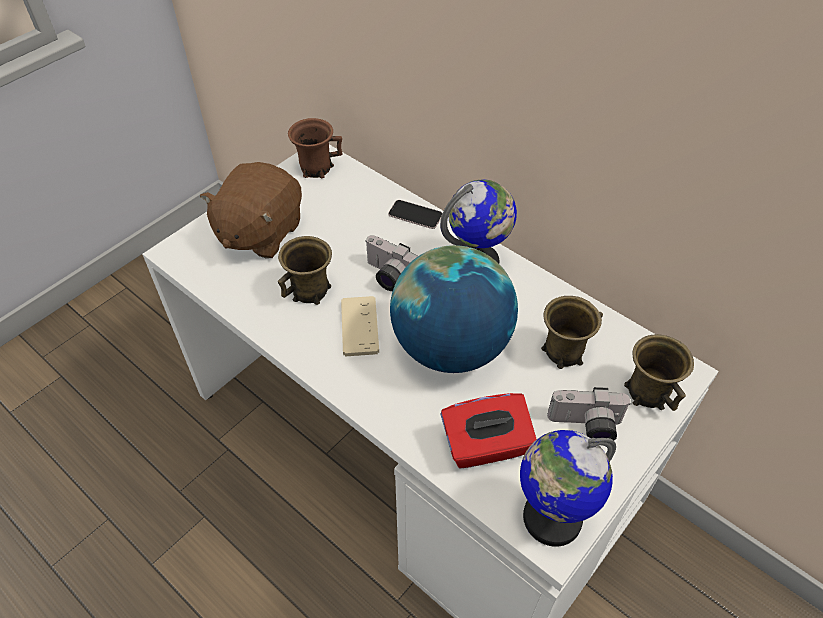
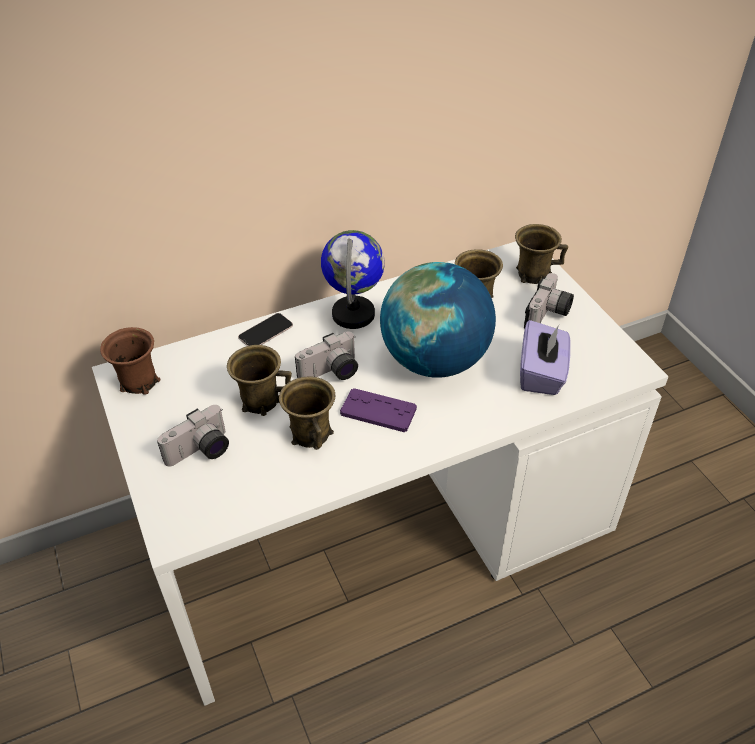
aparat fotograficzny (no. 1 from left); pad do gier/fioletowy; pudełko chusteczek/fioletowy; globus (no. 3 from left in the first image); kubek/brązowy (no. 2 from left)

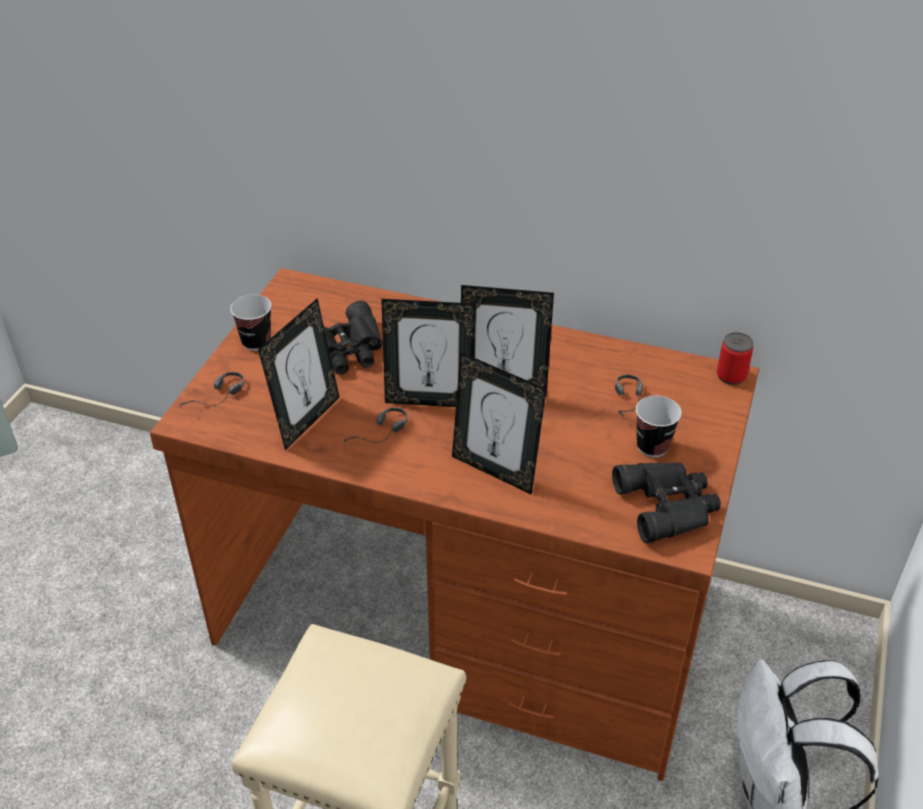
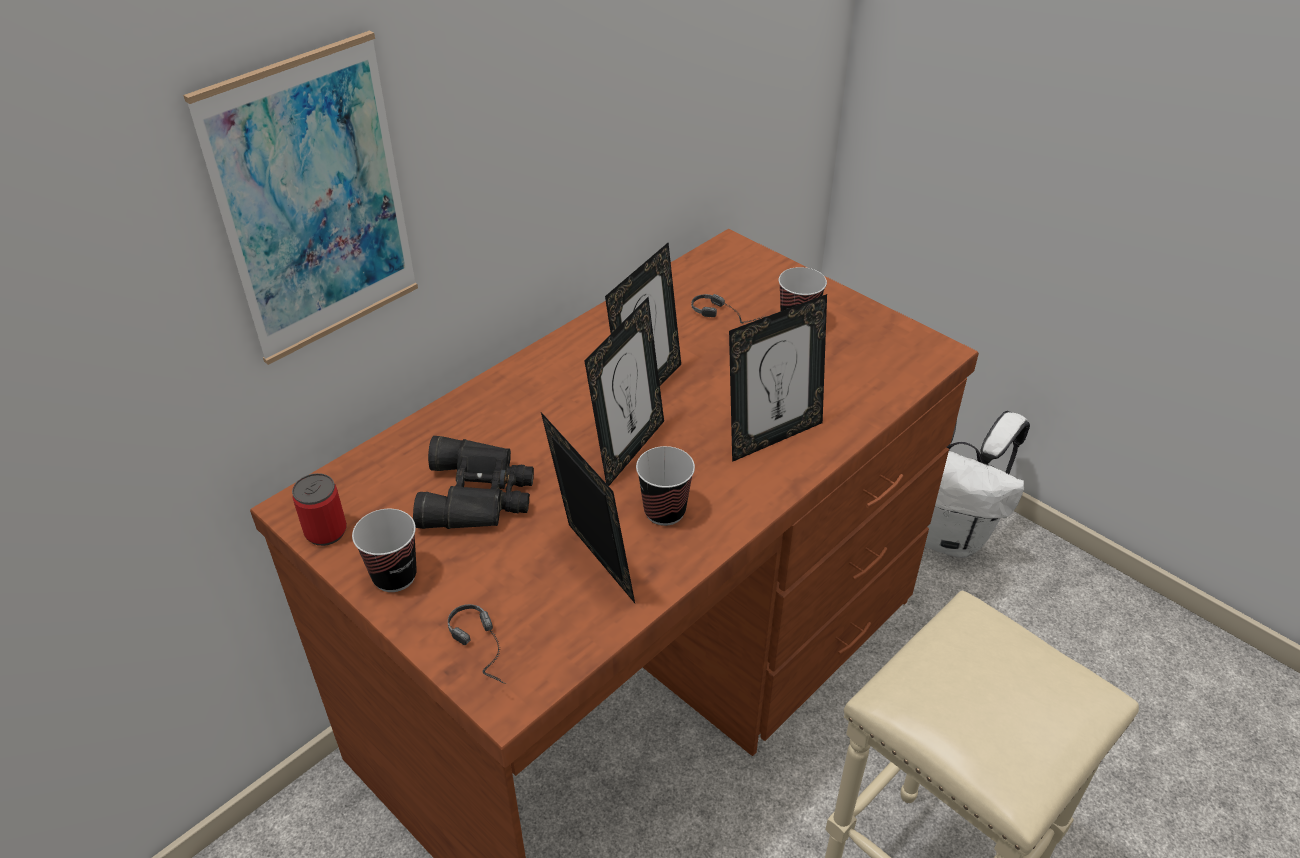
puszka; filiżanka (no. 2 from left); lornetka/czarny (no. 2 from left in the first image); obraz

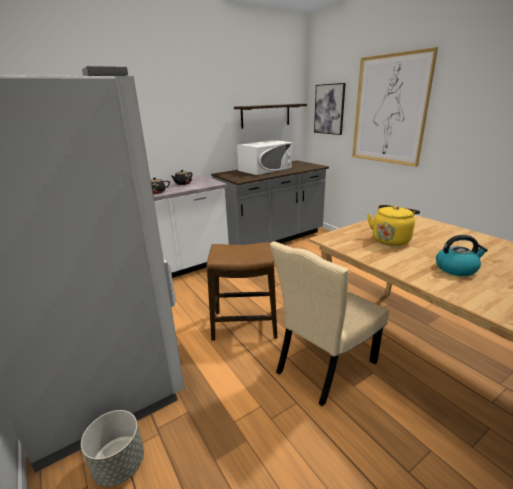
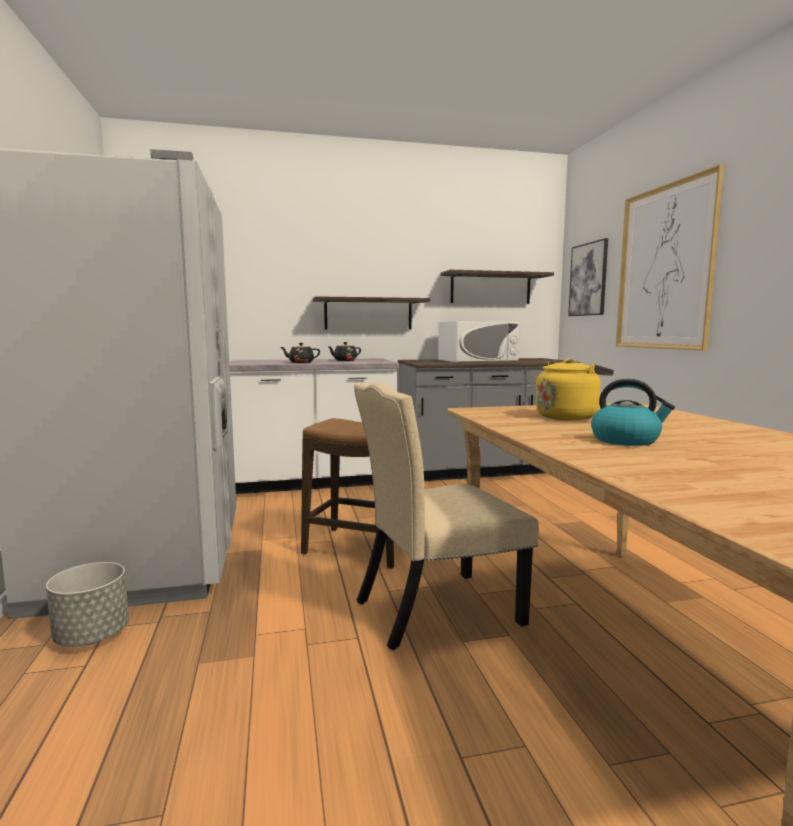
półka (no. 1 from left)

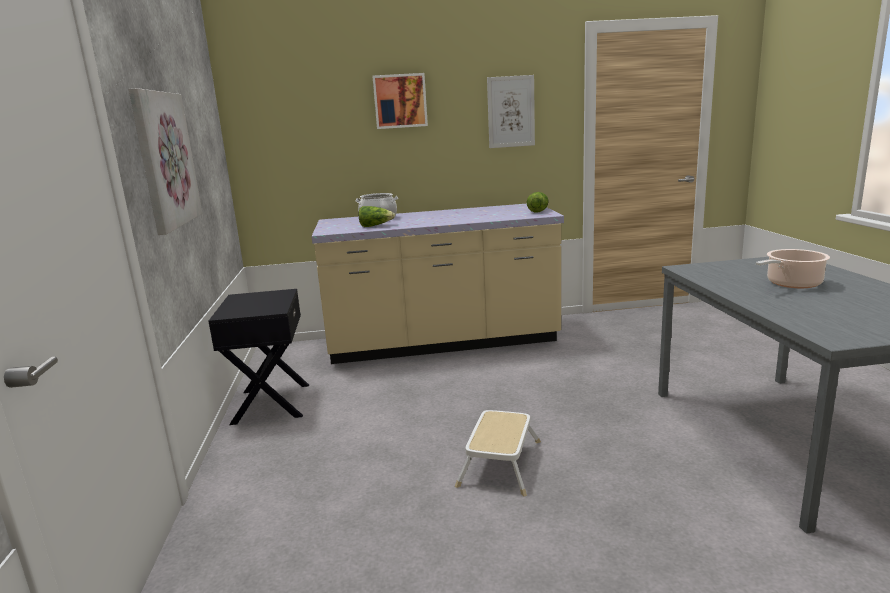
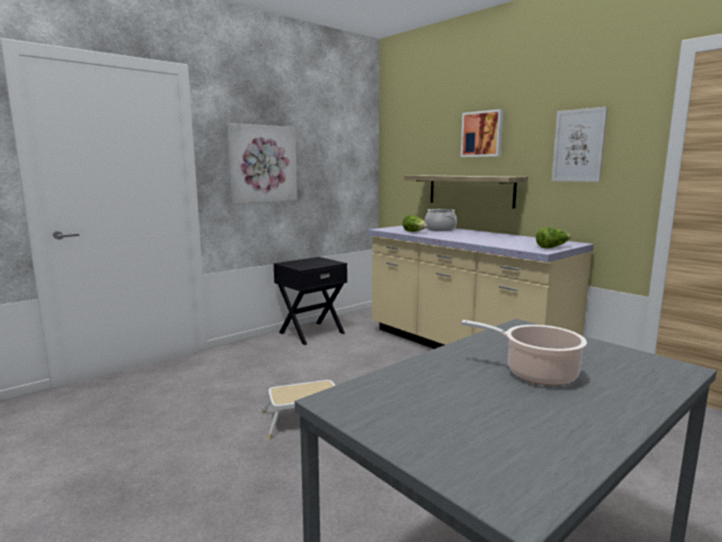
półka

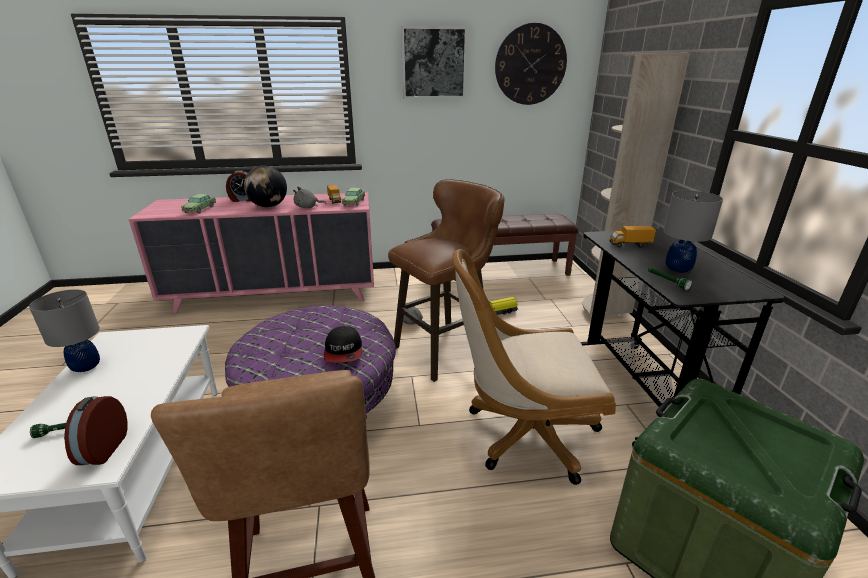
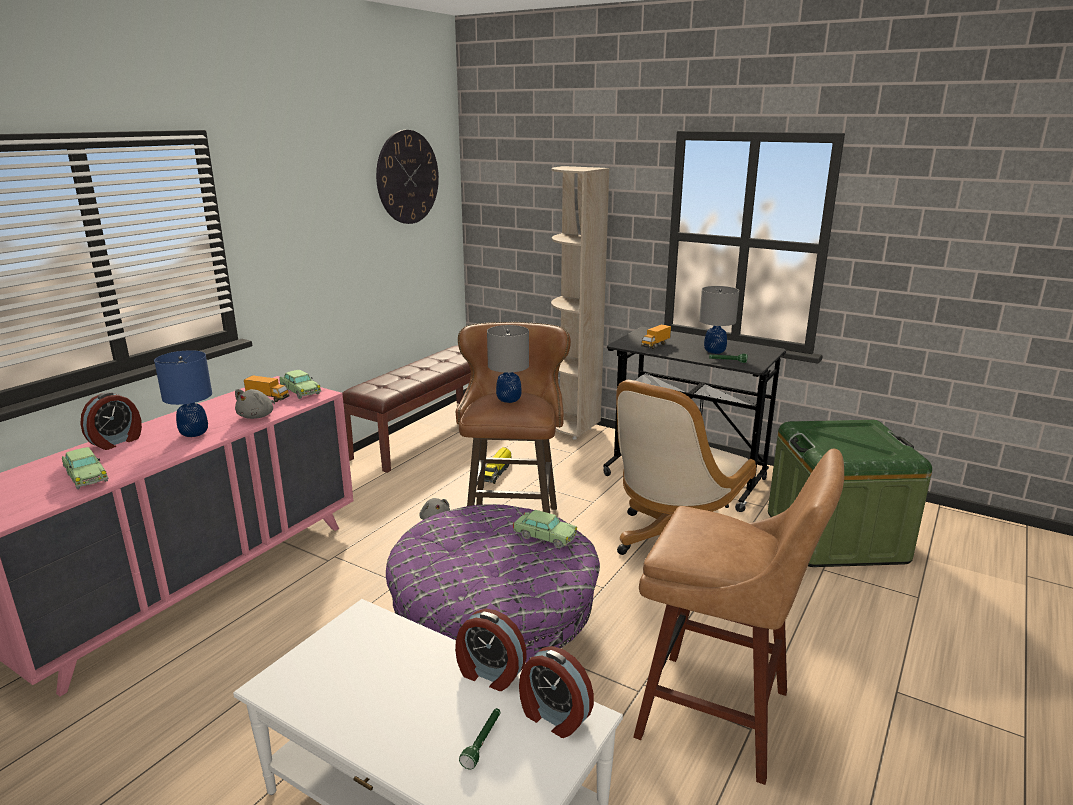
obraz; lampa stołowa/niebieski; lampa stołowa/szary (no. 1 from left); samochodzik (no. 3 from left); budzik (no. 2 from left)

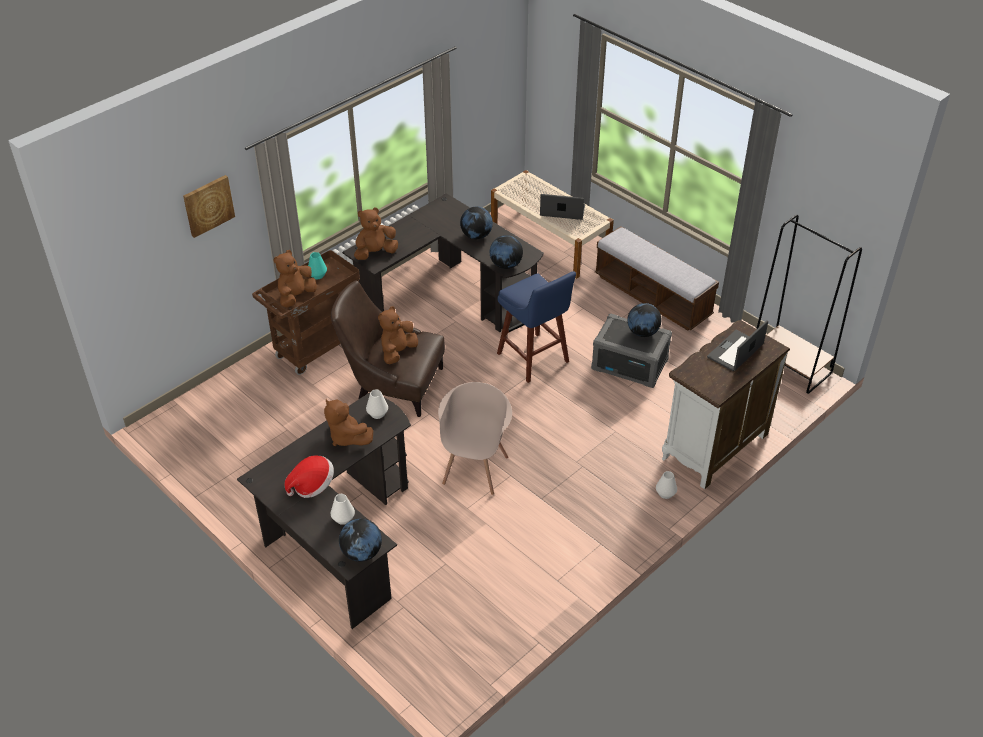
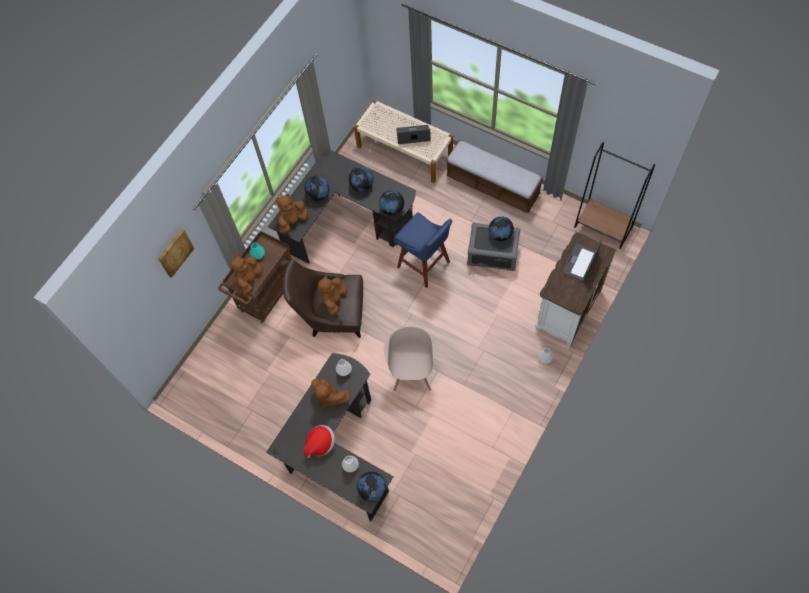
globus (no. 1 from left)

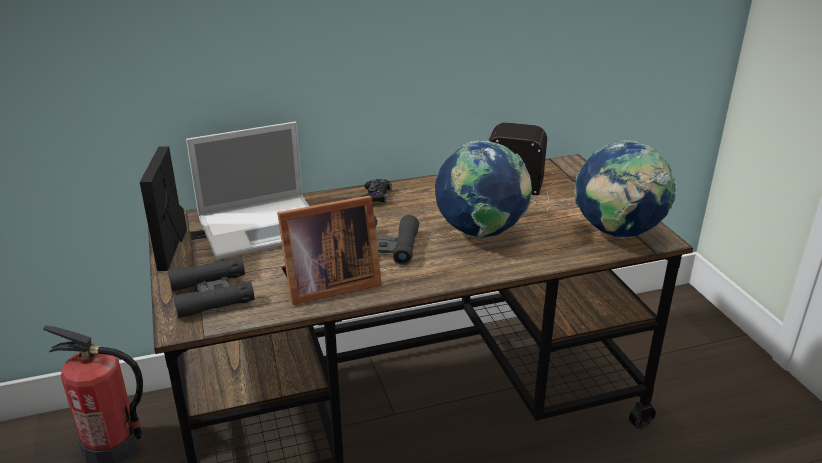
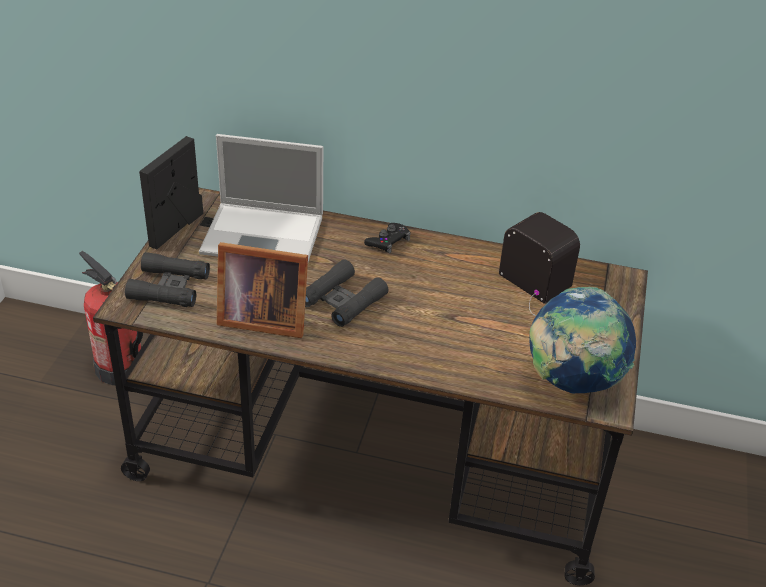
globus (no. 1 from left in the first image)

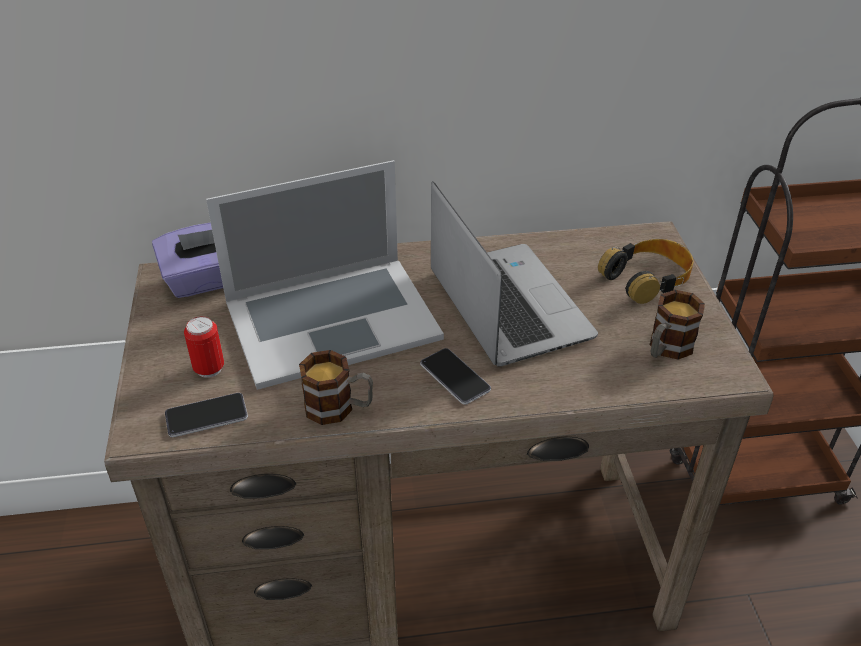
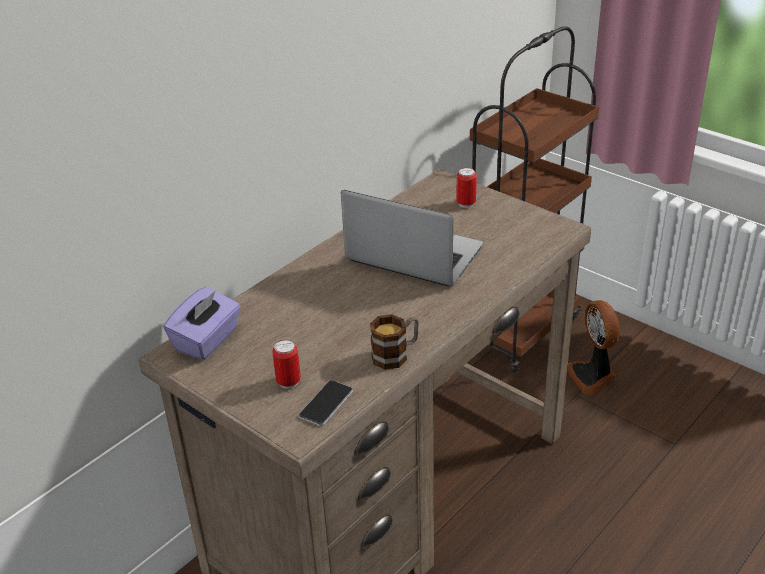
laptop (no. 1 from left in the first image); puszka (no. 2 from left); kubek (no. 2 from left in the first image); telefon (no. 2 from left in the first image); wentylator

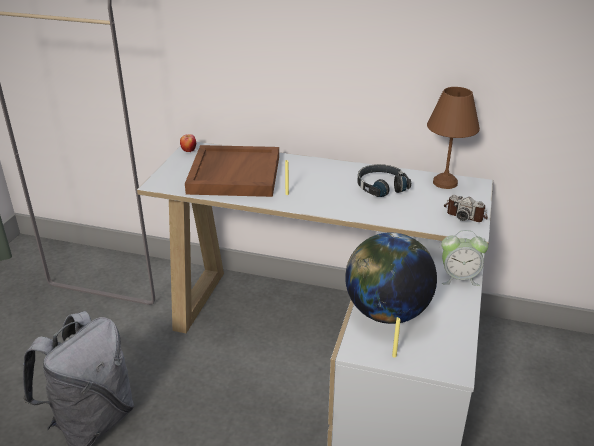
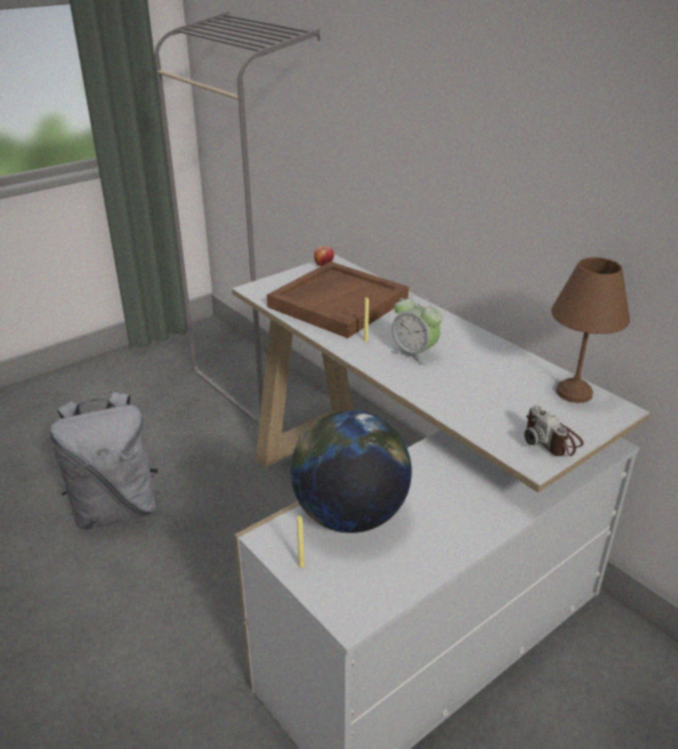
słuchawki/czarny; budzik

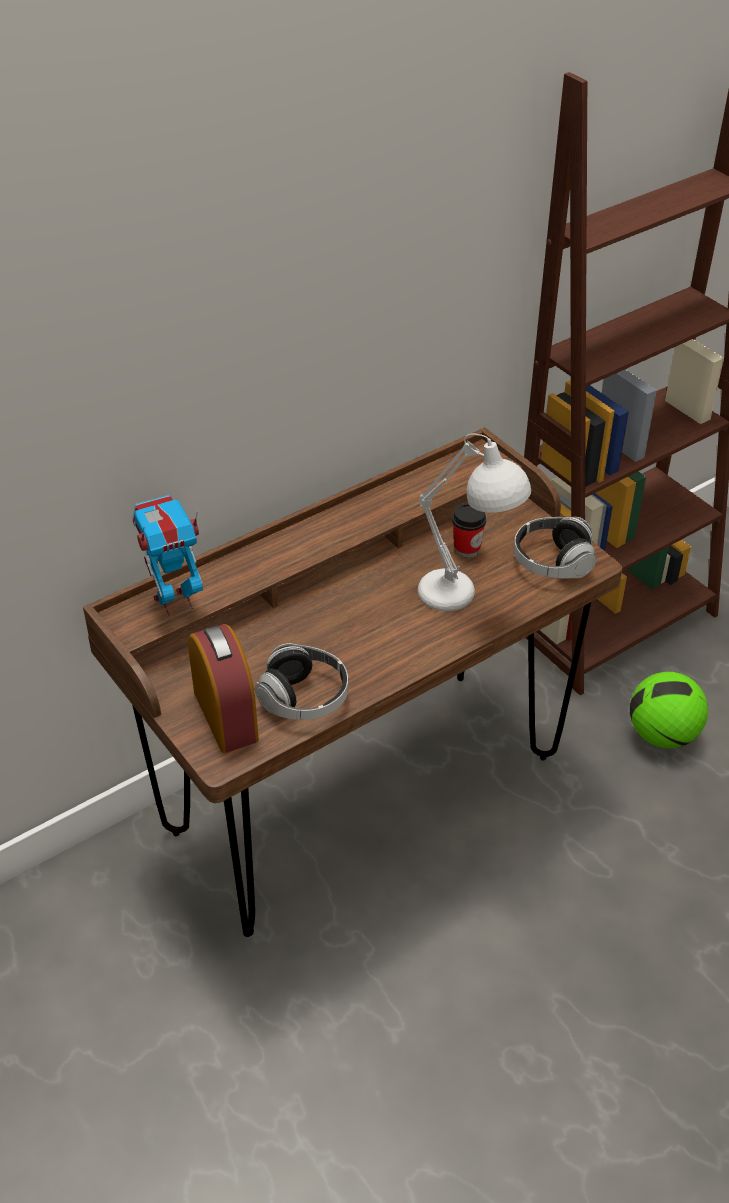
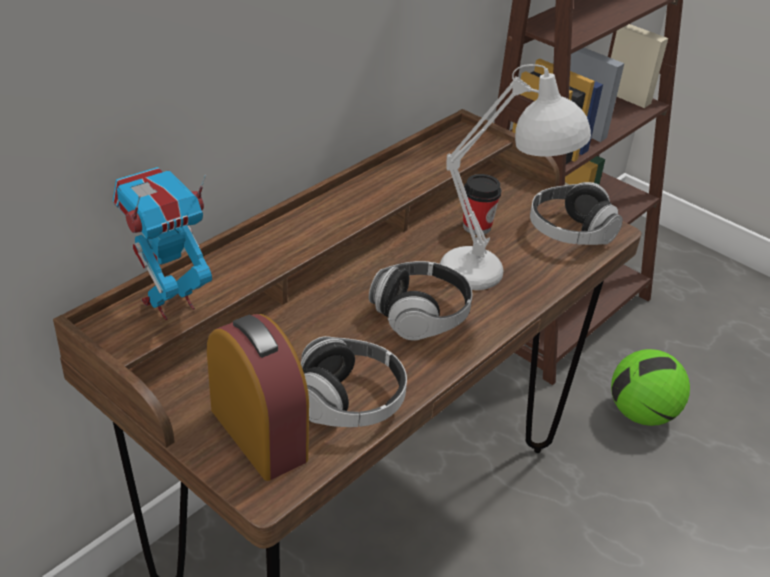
słuchawki (no. 2 from left)

